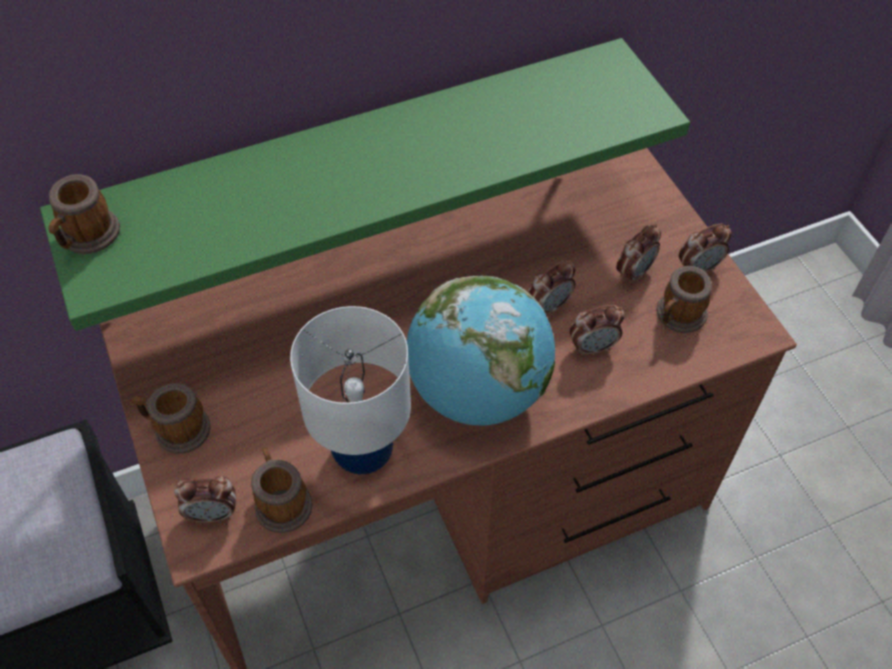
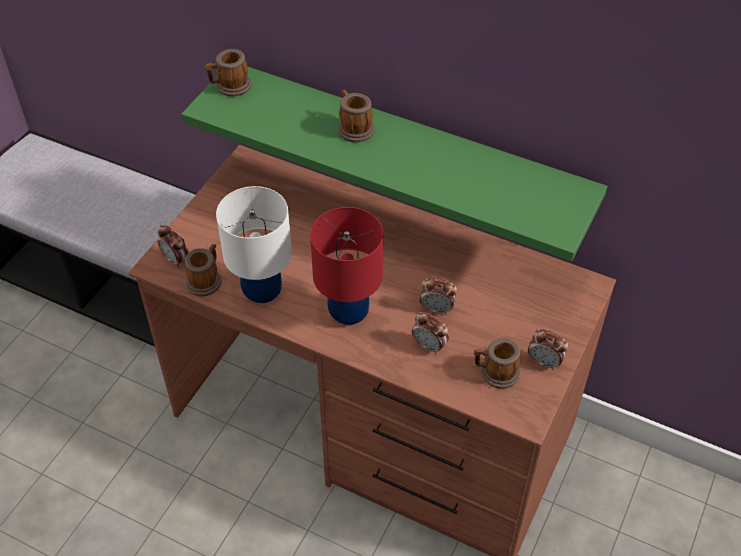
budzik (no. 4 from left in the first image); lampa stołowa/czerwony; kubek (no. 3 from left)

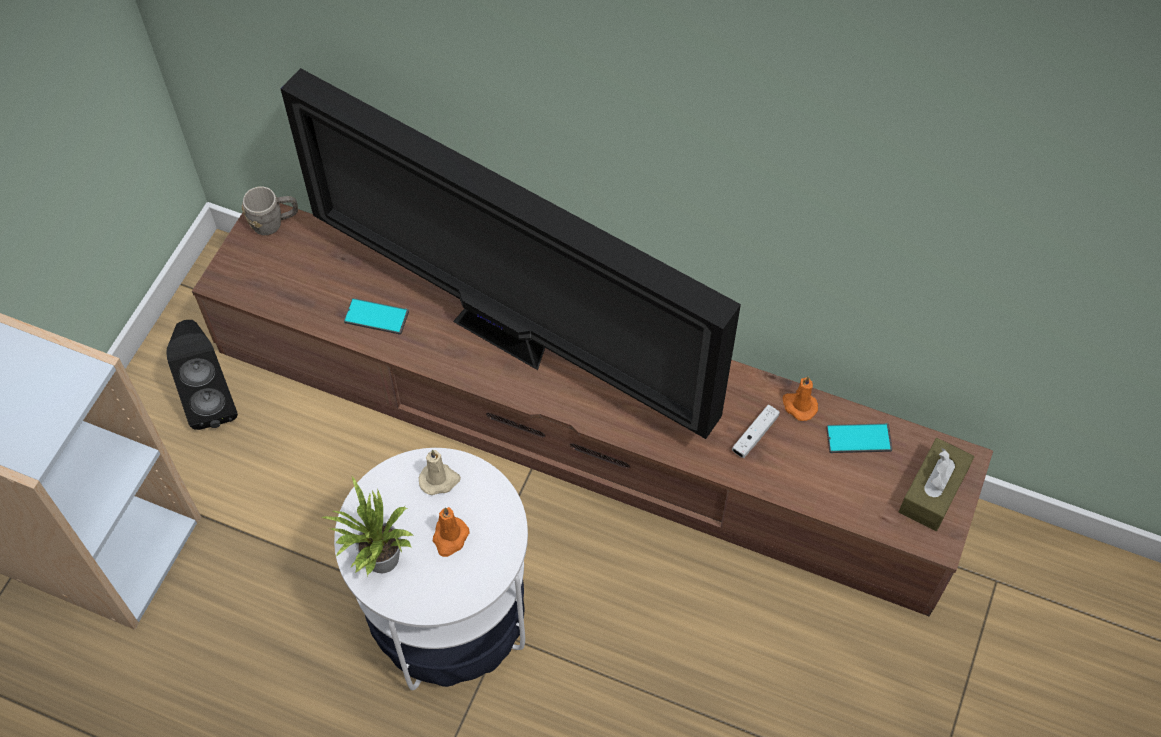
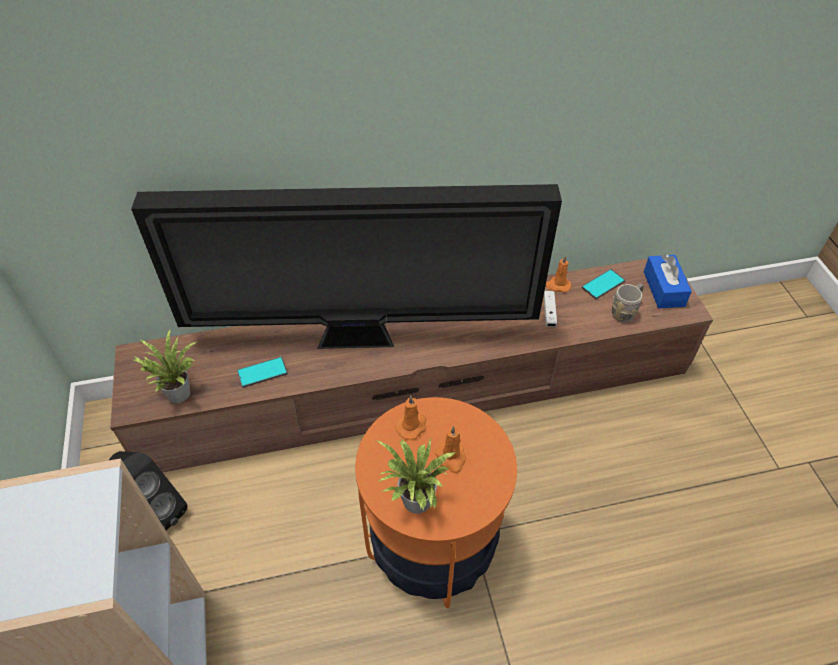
kubek/szary; pudełko chusteczek/niebieski; stolik/pomarańczowy; świeca/pomarańczowy (no. 1 from left); roślina doniczkowa (no. 1 from left)

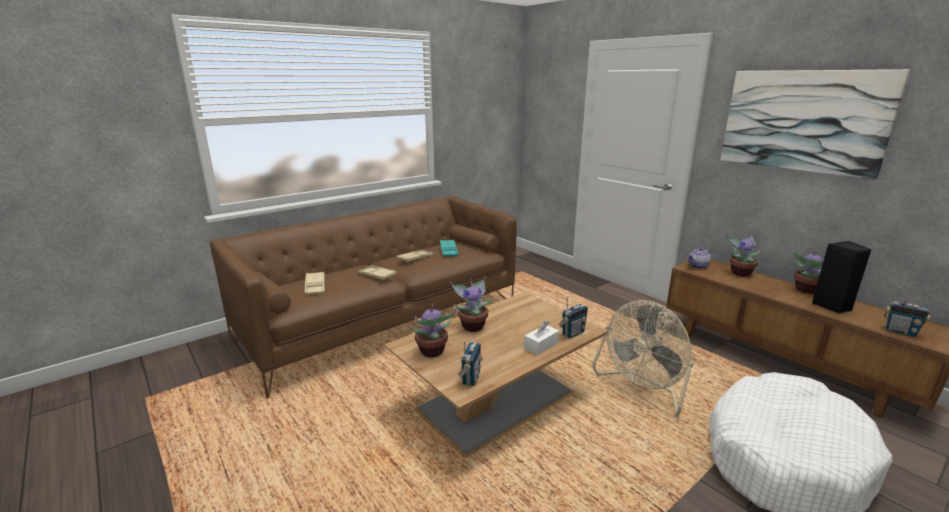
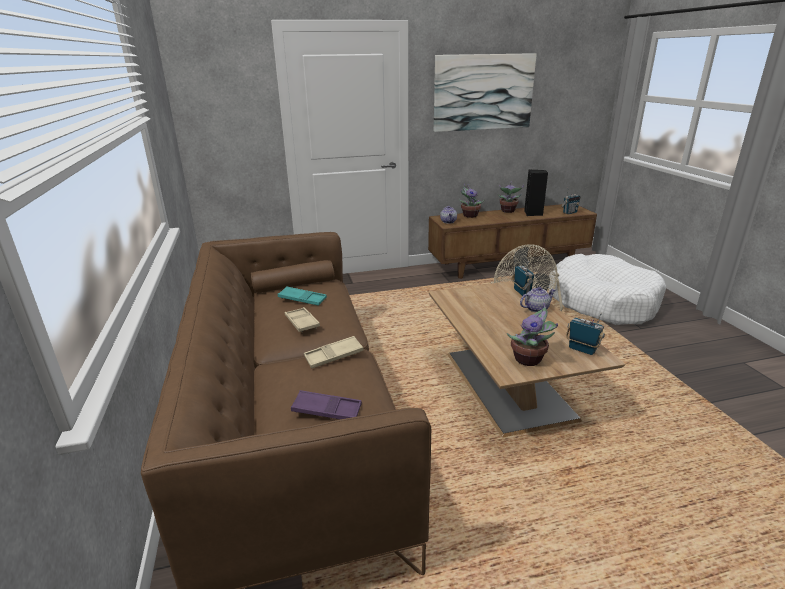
taca/fioletowy; roślina doniczkowa (no. 2 from left in the first image); imbryk (no. 2 from left)

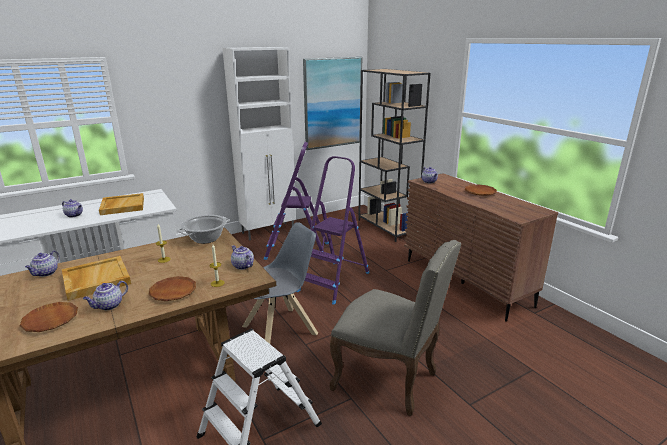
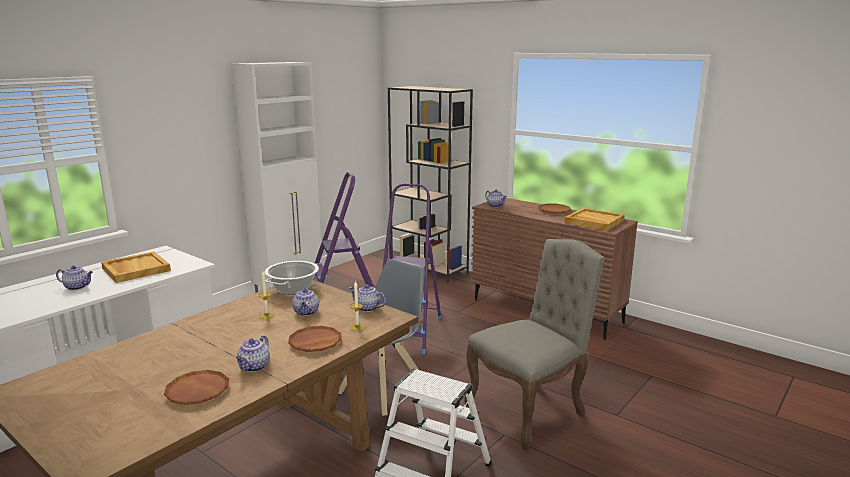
obraz; krzesło/szary (no. 2 from left); imbryk (no. 3 from left); taca/beżowy (no. 2 from left)

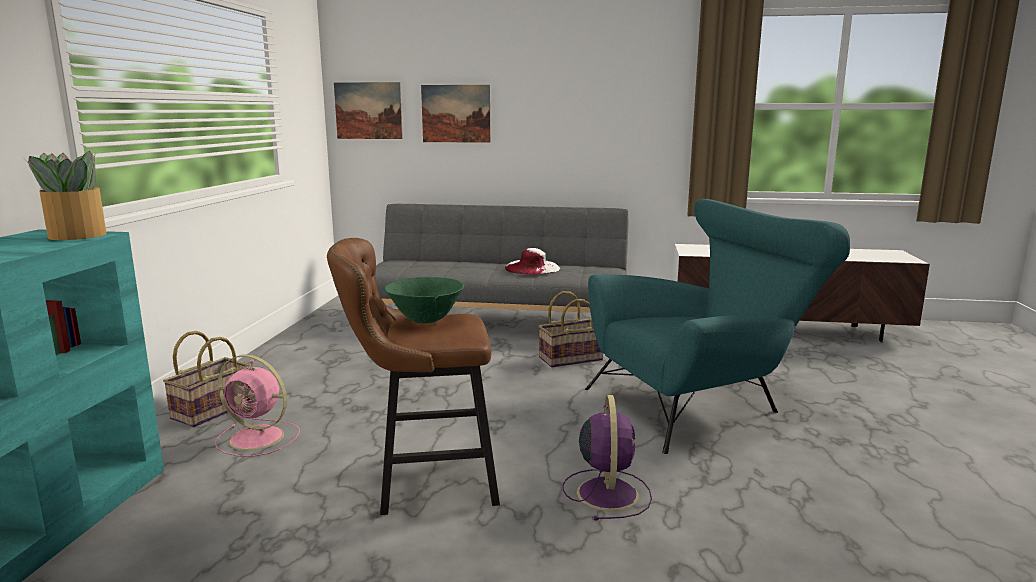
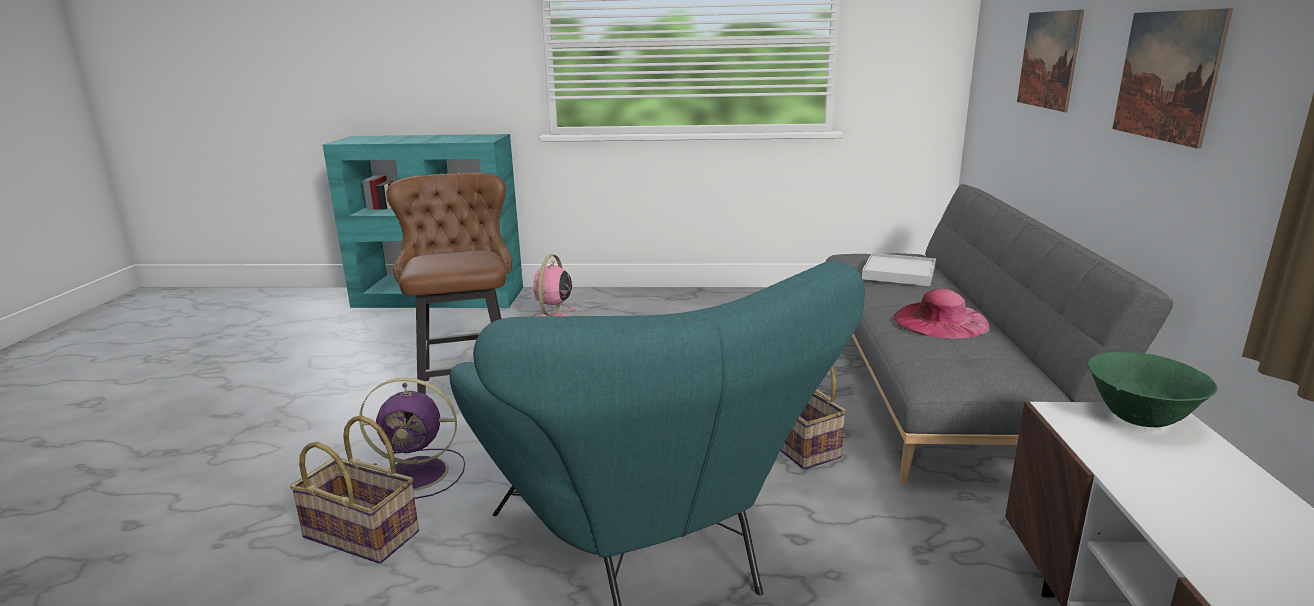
obraz (no. 2 from left); roślina doniczkowa; kapelusz/różowy; miska/zielony; koszyk (no. 1 from left); taca/biały

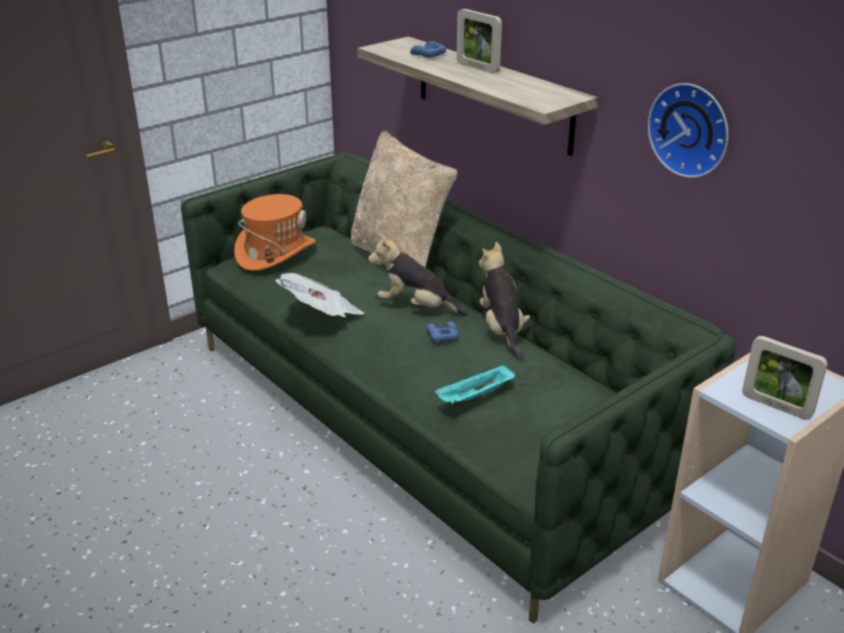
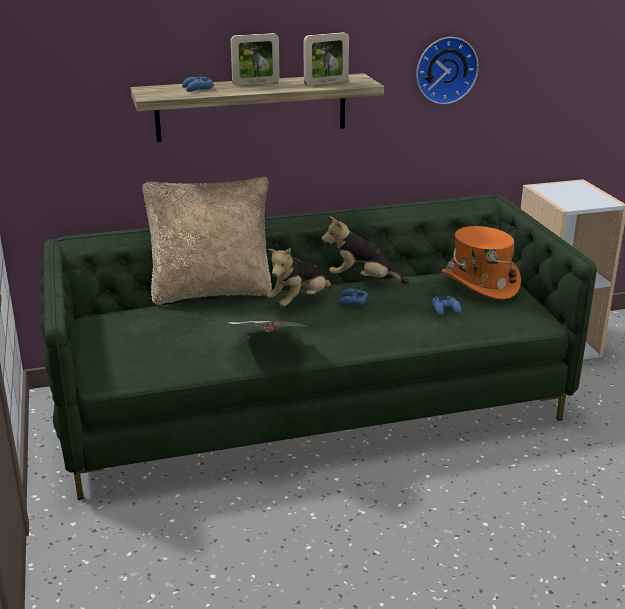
kapelusz/pomarańczowy; ramka na zdjęcie (no. 2 from left); pad do gier/niebieski (no. 3 from left)

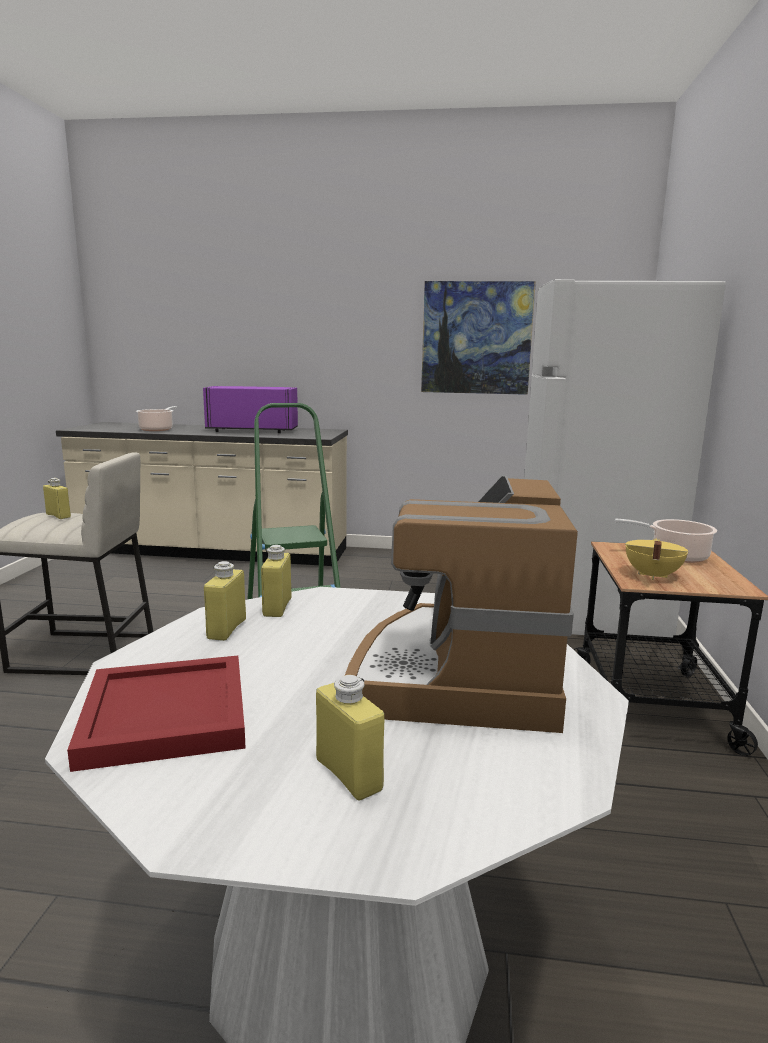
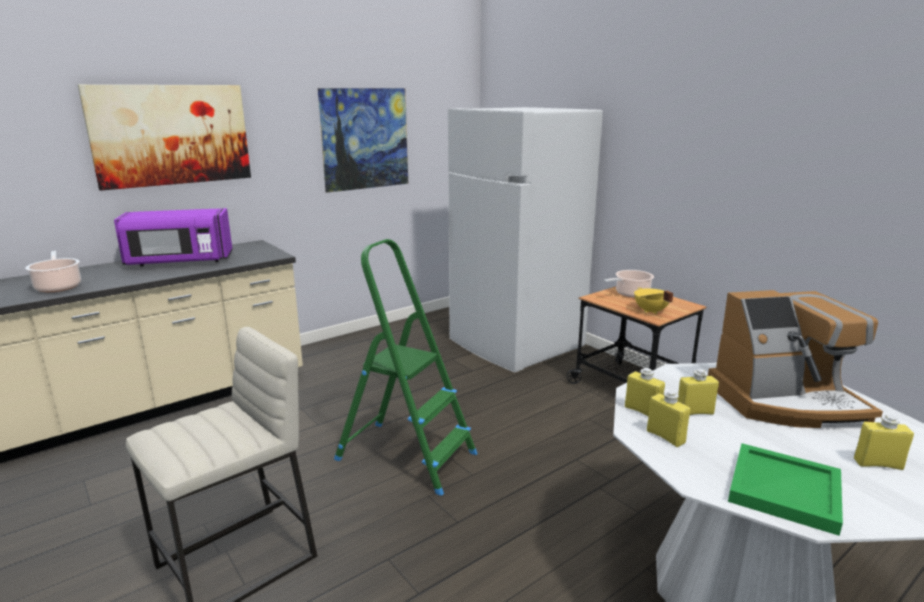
mikrofalówka/fioletowy; ekspres do kawy; butelka/żółty (no. 3 from left); taca/zielony; obraz (no. 1 from left)

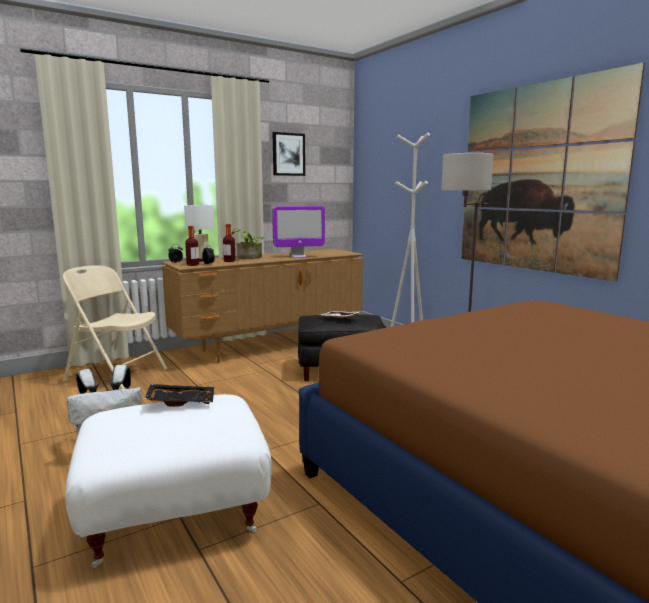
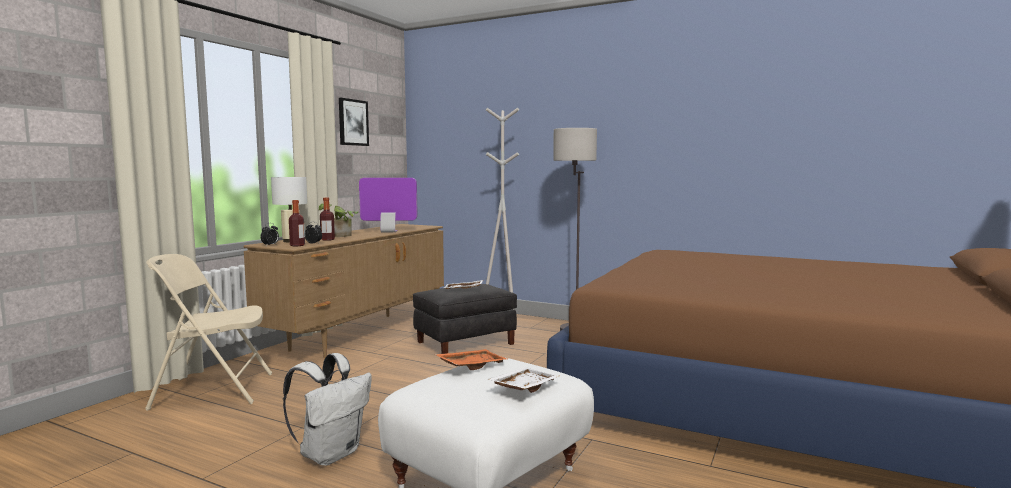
obraz (no. 2 from left in the first image); monitor; taca/pomarańczowy; taca/biały (no. 2 from left)

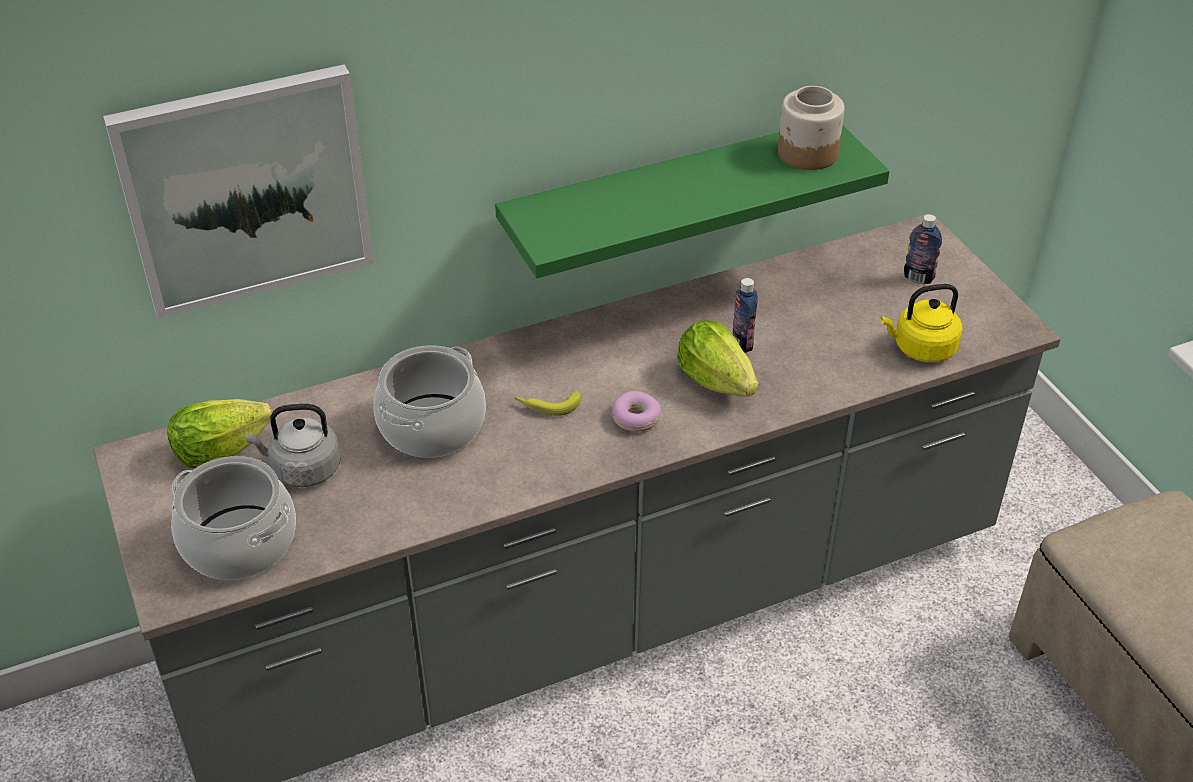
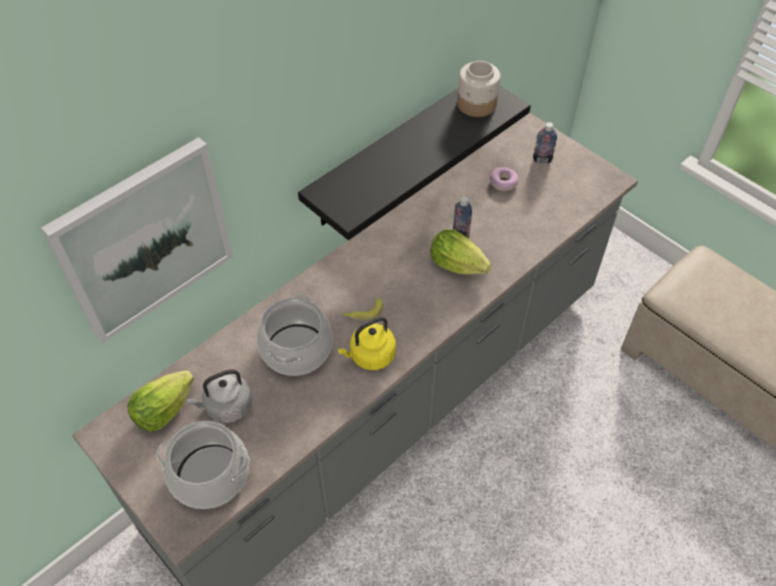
półka/czarny; czajnik/żółty; donut

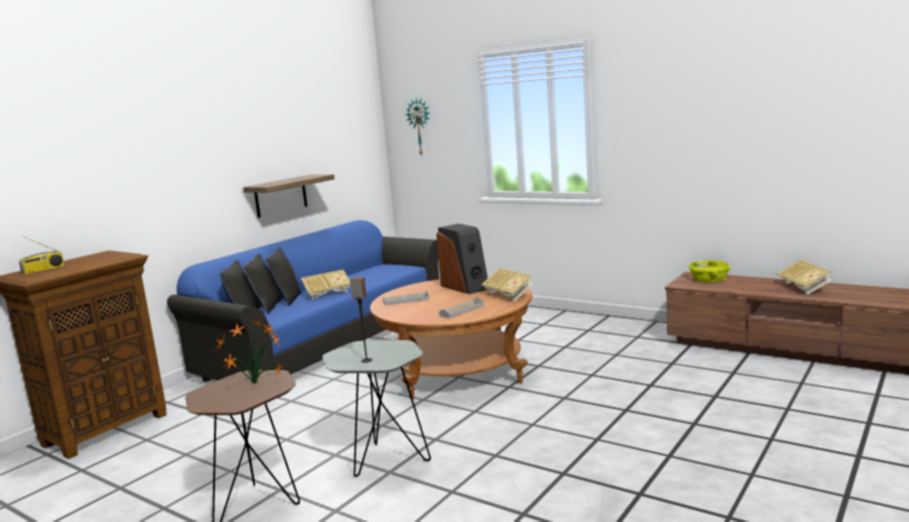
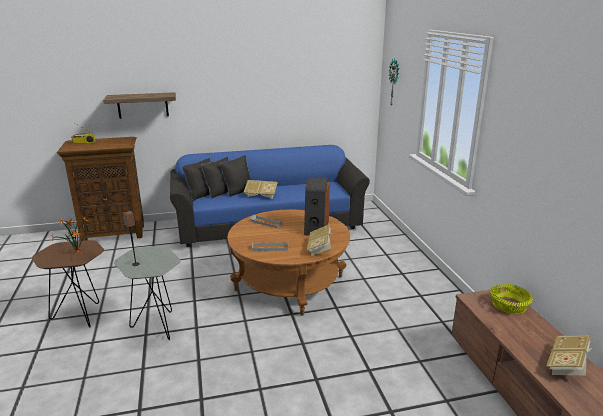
półka

